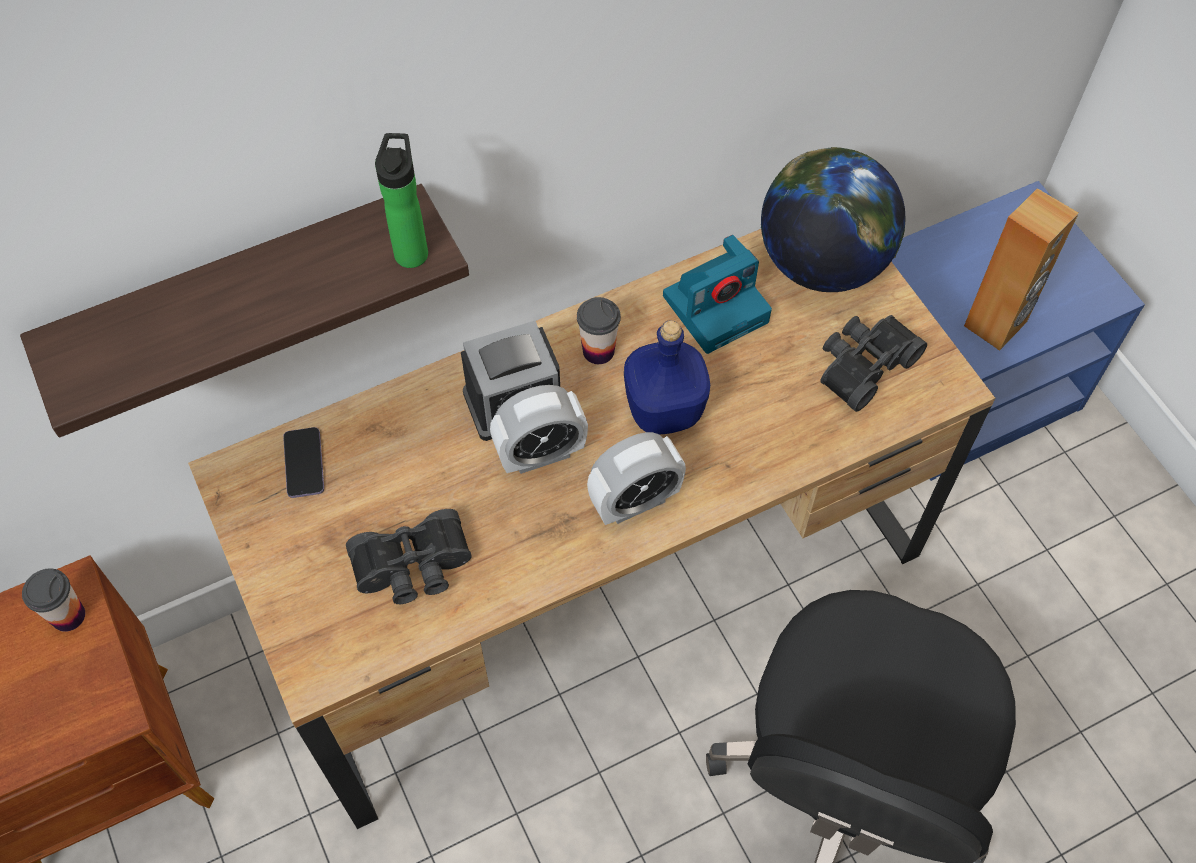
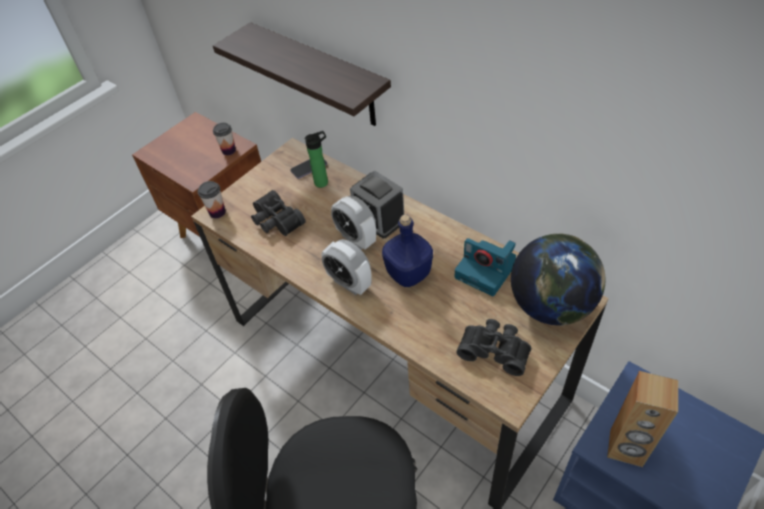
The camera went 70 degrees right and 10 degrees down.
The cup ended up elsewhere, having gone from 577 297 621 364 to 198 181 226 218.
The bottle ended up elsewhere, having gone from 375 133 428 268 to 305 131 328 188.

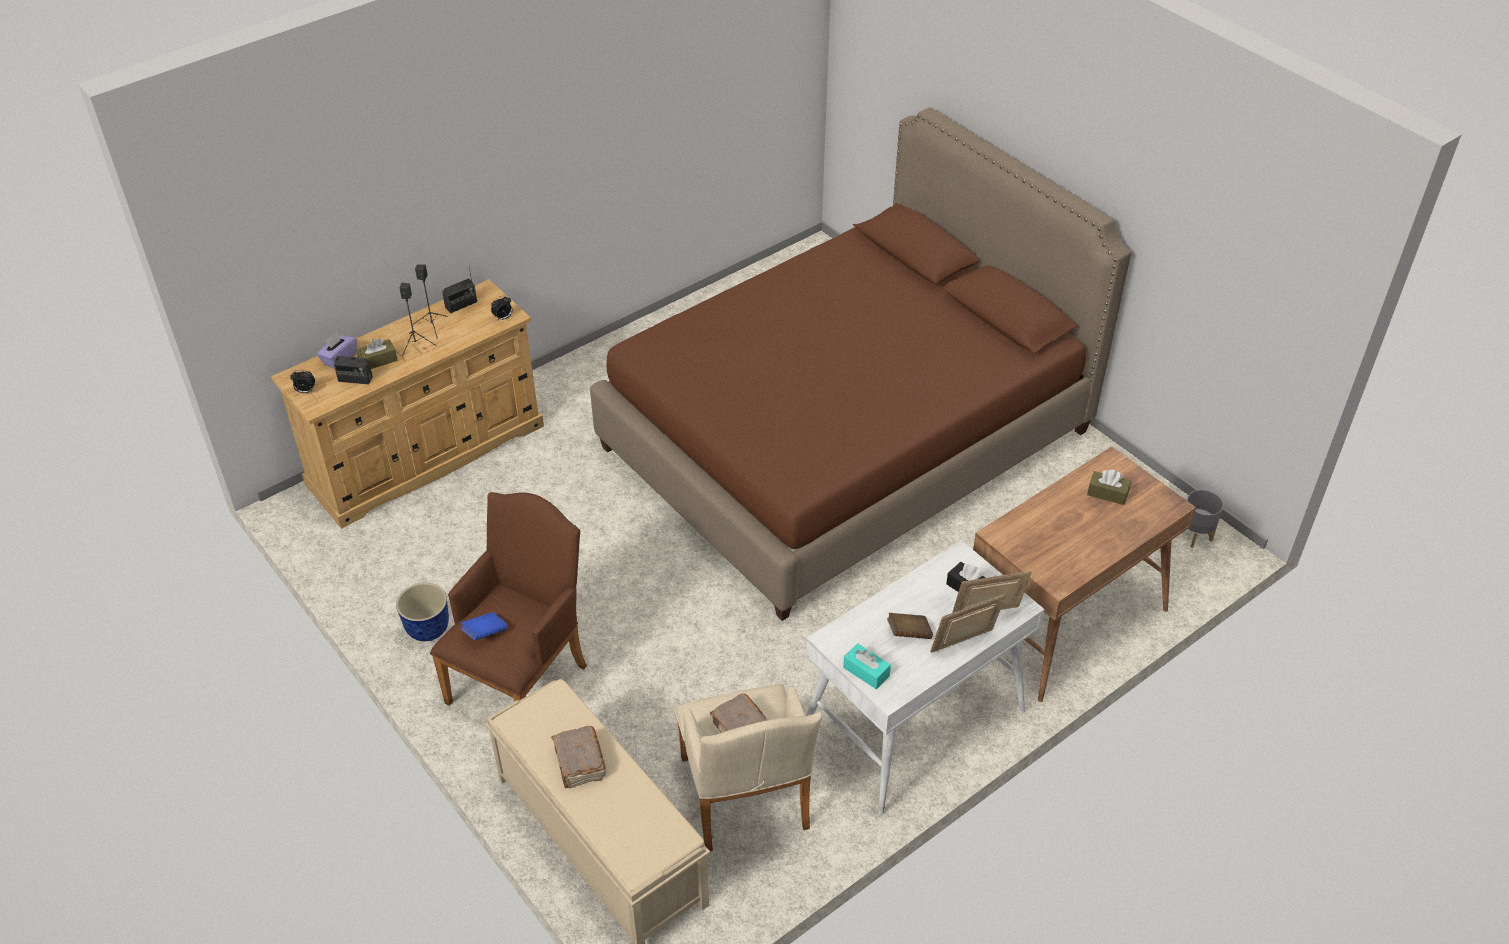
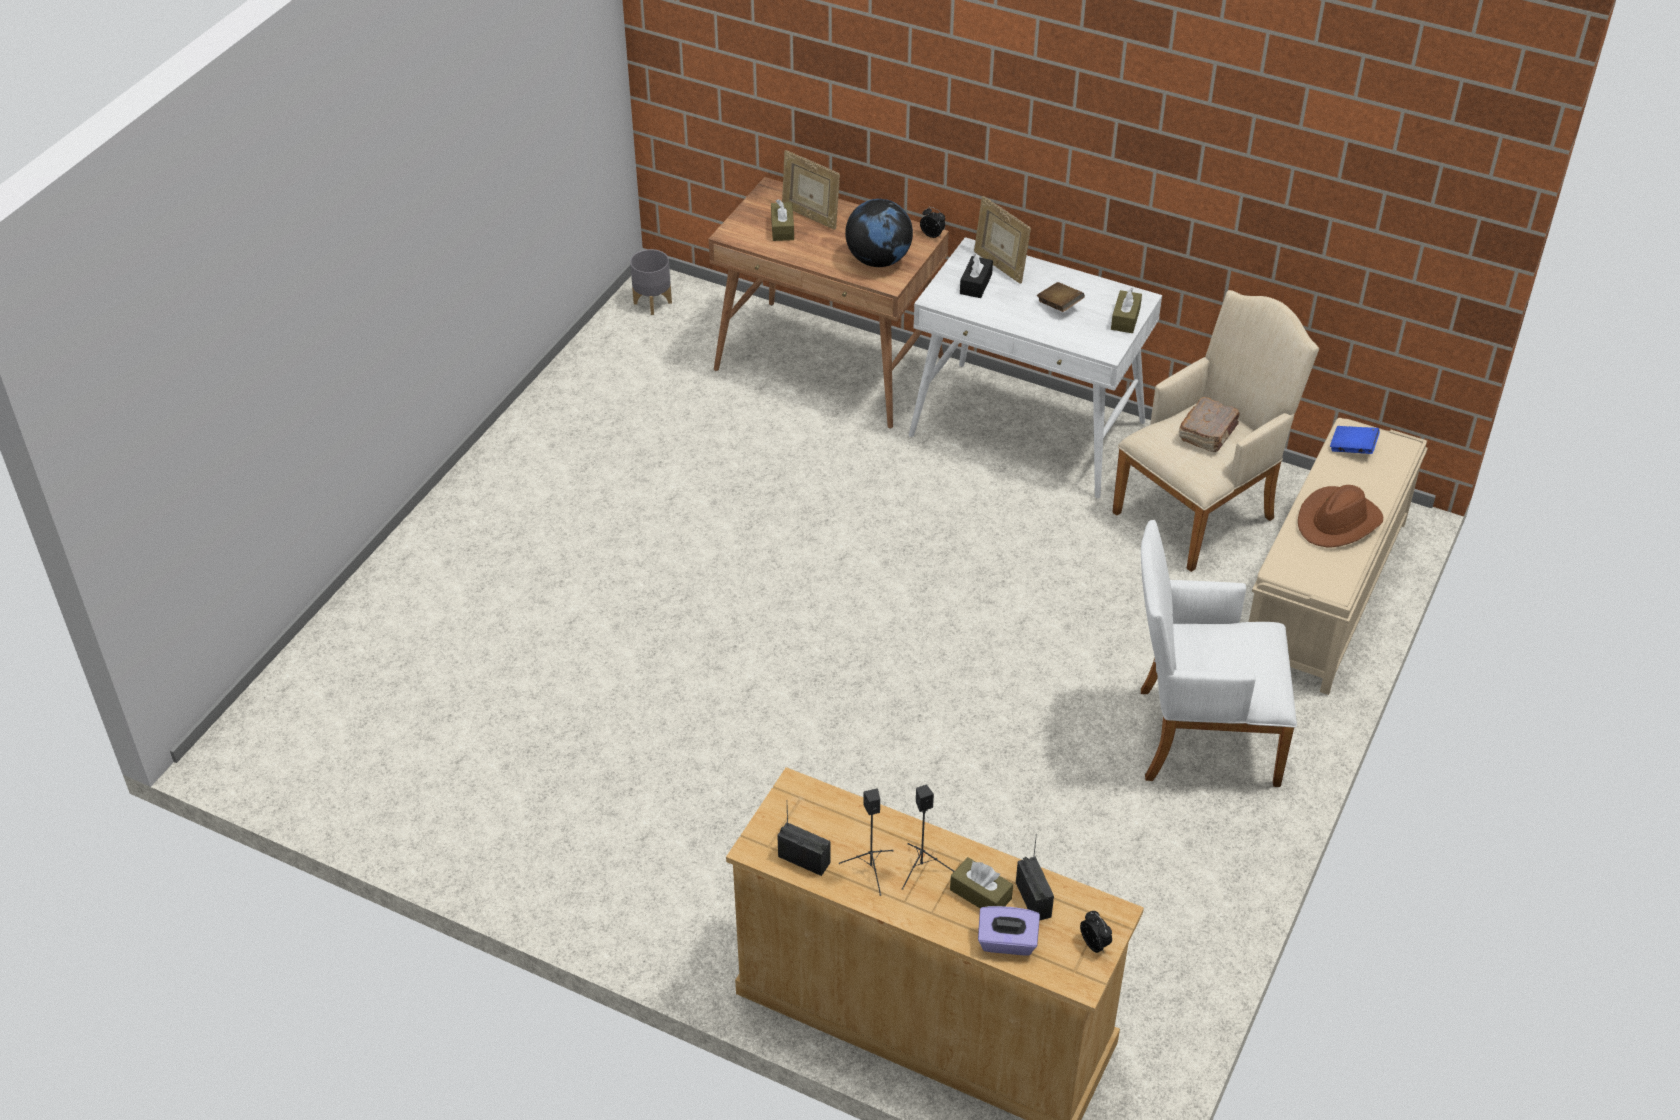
The camera went 115 degrees left and 0 degrees up.
The picture frame ended up elsewhere, having gone from 930 594 1006 653 to 782 150 840 230.
The second view gained the globe at 845 199 913 267.
The alarm clock ended up elsewhere, having gone from 491 296 513 320 to 920 207 945 238.
What was the tissue box (turquoise) at 843 643 891 689 turned into the tissue box (brown) at 1111 288 1142 333.
What was the armchair (brown) at 430 492 587 706 turned into the armchair (white) at 1141 520 1297 787.
Where the book (brown) stood at 551 726 607 788, the hat (brown) came to stand at 1298 485 1383 547.
The book (blue) ended up elsewhere, having gone from 461 612 508 640 to 1330 426 1380 454.
The second view lost the planter at 396 583 449 641.
The second view lost the bed (brown) at 590 107 1131 621.

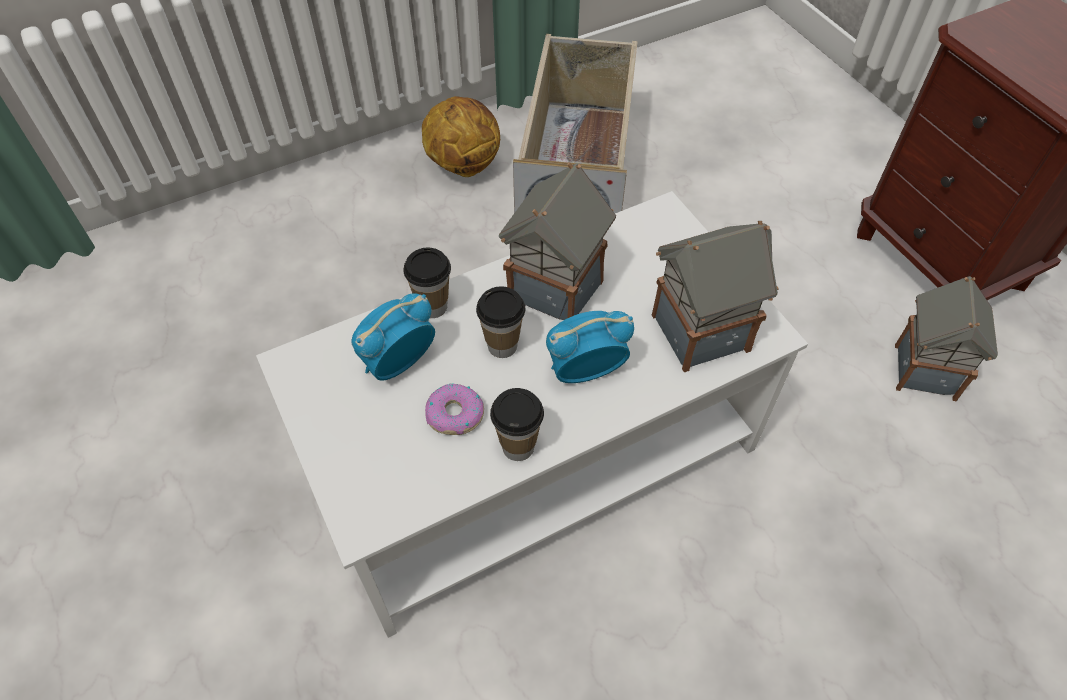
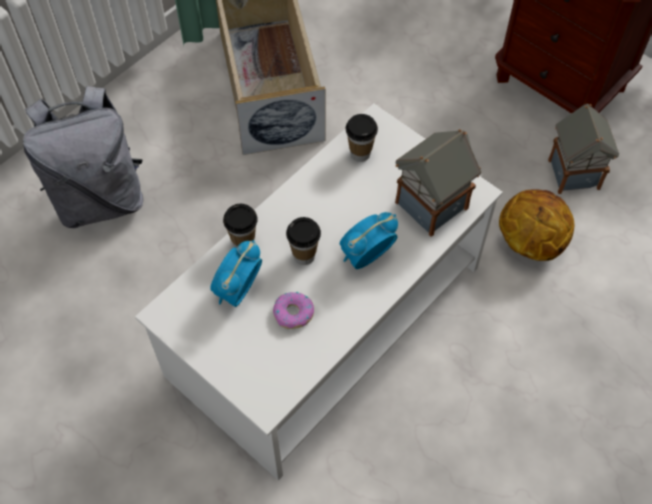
The camera went 20 degrees left and 5 degrees up.
The second view gained the backpack (grey) at 23 86 143 228.
The cup ended up elsewhere, having gone from 490 388 544 461 to 346 114 378 162.
The basketball ended up elsewhere, having gone from 422 96 500 177 to 499 189 574 261.
The second view lost the toy house at 499 162 616 320.

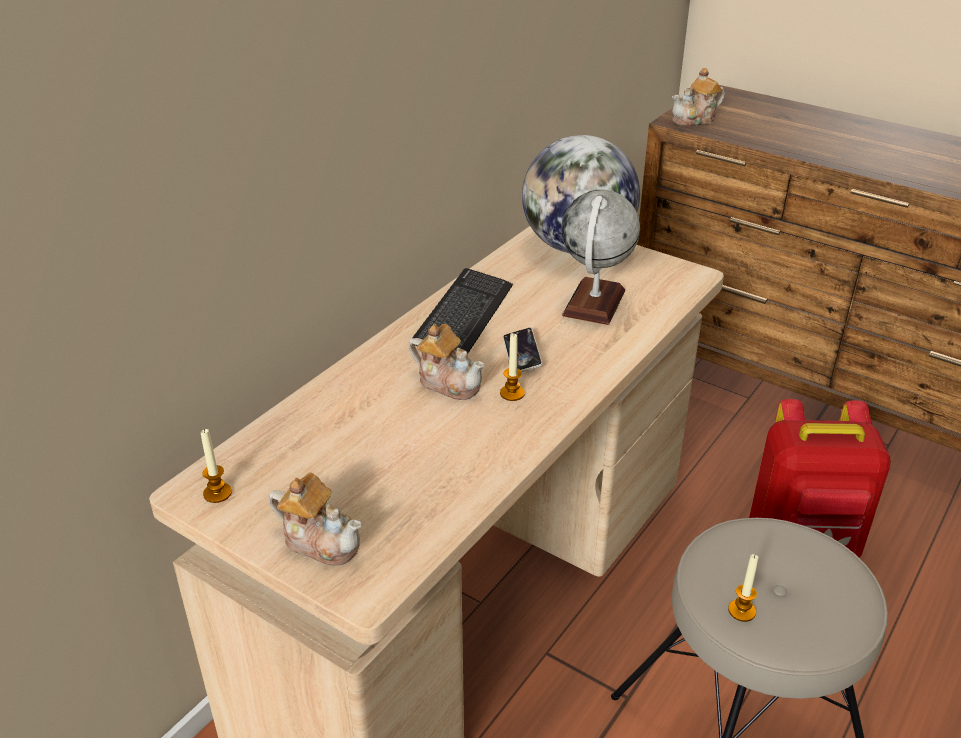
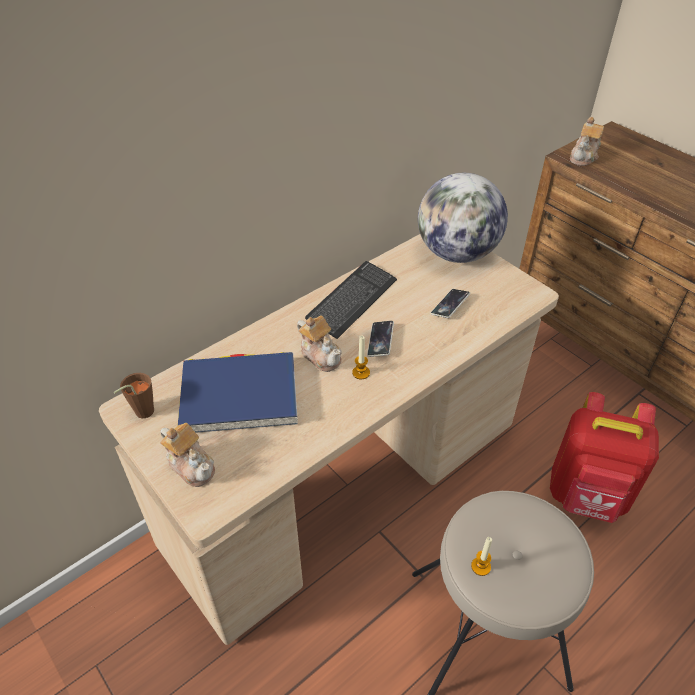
The camera went 15 degrees right and 10 degrees up.
Where the candle stood at 201 429 232 503, the cup (brown) came to stand at 113 373 154 418.
The second view gained the book (blue) at 178 352 298 433.
Where the globe stood at 562 189 640 325, the phone came to stand at 431 289 470 318.
The teapot at 672 68 725 126 ended up facing another way, 45 degrees counterclockwise from before.

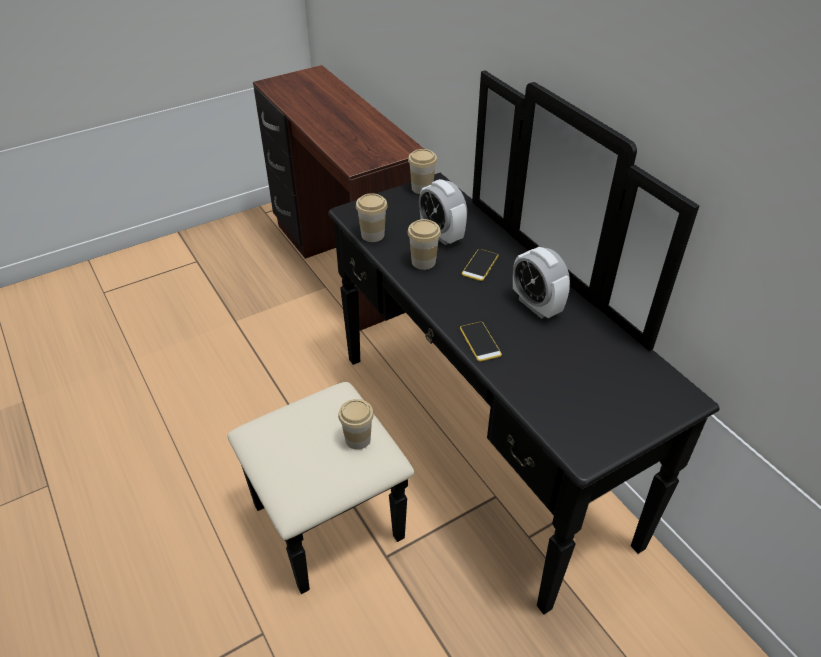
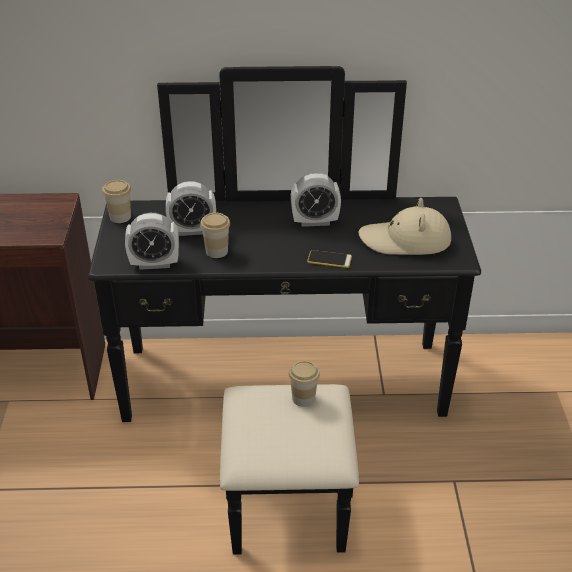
The camera went 60 degrees left and 5 degrees down.
Where the cup stood at 356 193 388 242, the alarm clock came to stand at 125 213 179 270.
The second view gained the hat (beige) at 358 198 451 255.
The second view lost the phone at 462 249 499 281.

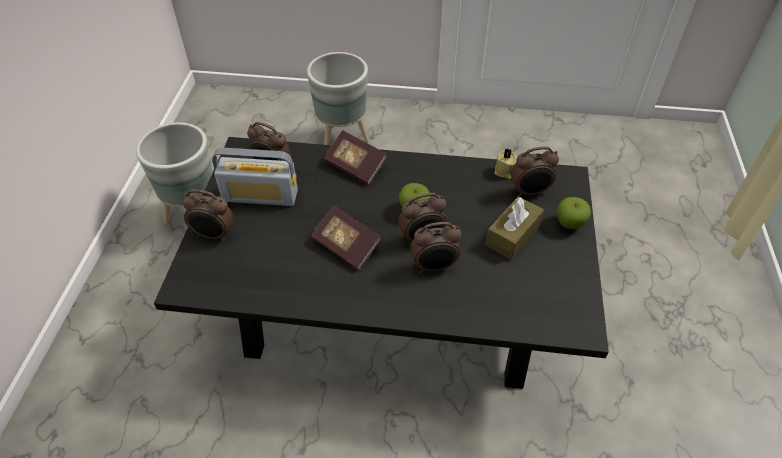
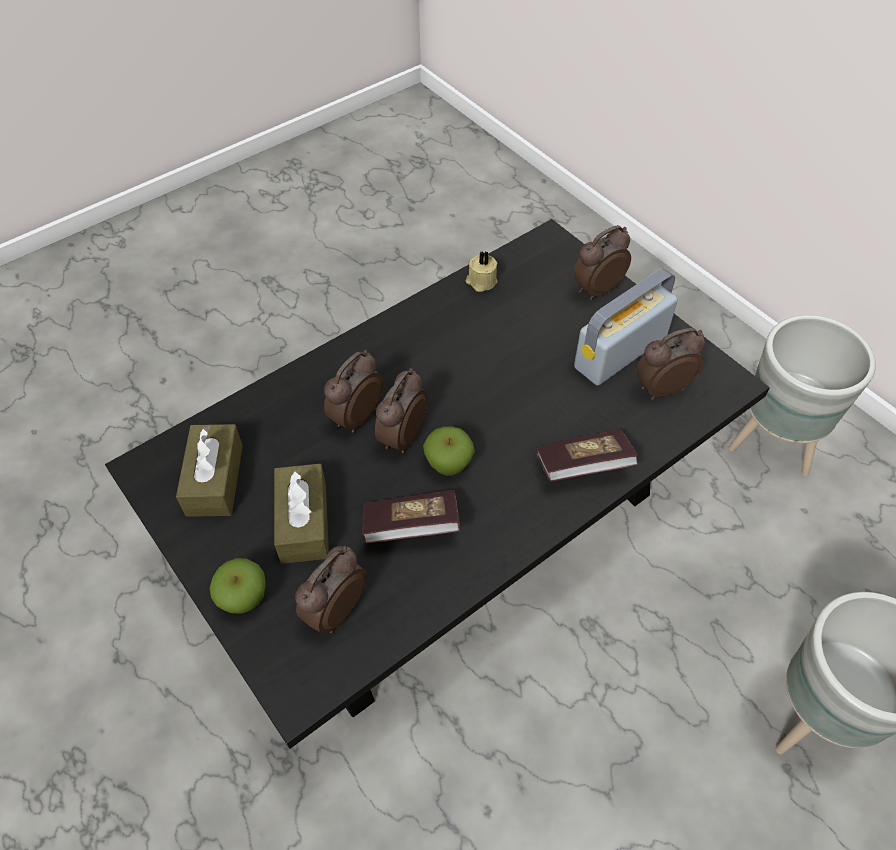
The camera went 135 degrees right and 5 degrees up.
The second view gained the tissue box (brown) at 176 424 243 517.
The book ended up elsewhere, having gone from 311 205 381 270 to 362 490 461 544.
The candle (beige) ended up elsewhere, having gone from 494 149 517 179 to 466 251 498 292.

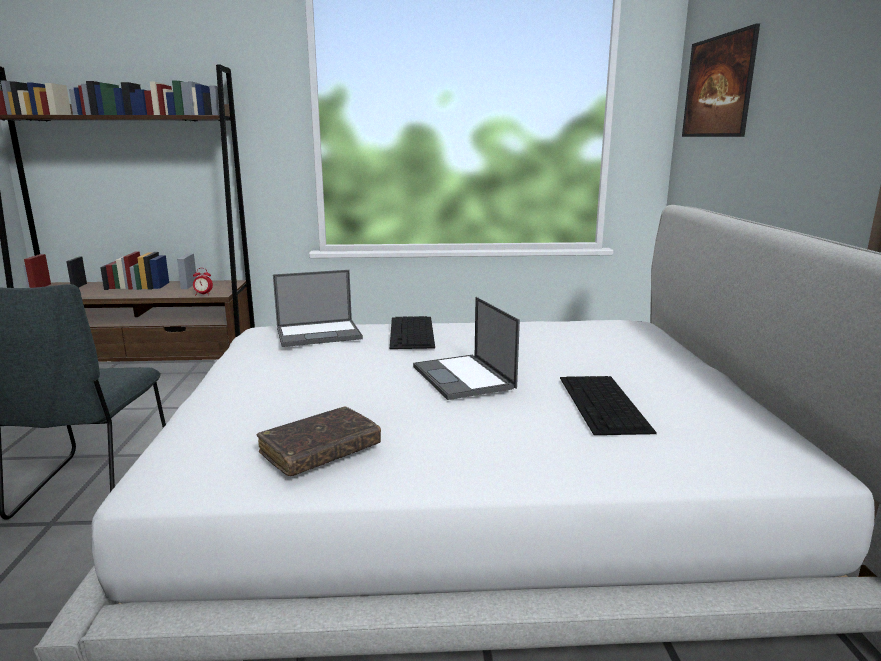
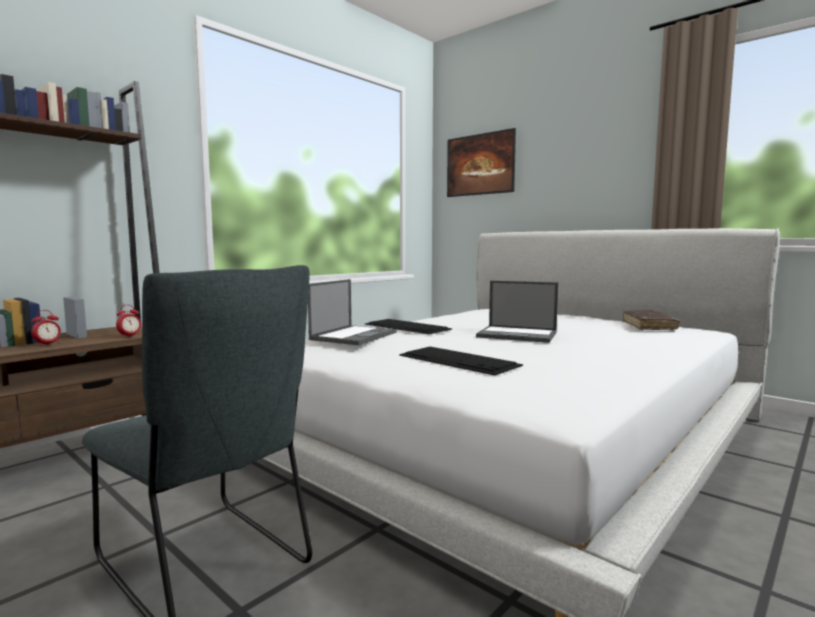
The camera went 45 degrees left and 10 degrees down.
The second view gained the alarm clock at 31 310 61 345.
The keyboard ended up elsewhere, having gone from 560 376 657 435 to 399 347 523 375.
The book (brown) ended up elsewhere, having gone from 257 407 381 476 to 622 310 680 330.

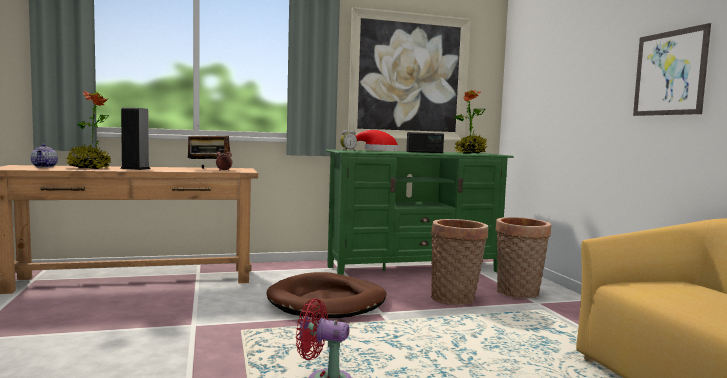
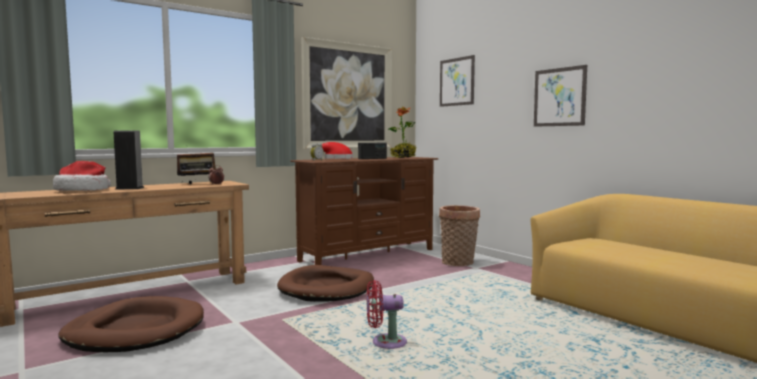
The camera went 20 degrees left and 0 degrees up.
Where the potted plant stood at 64 90 111 169, the hat came to stand at 53 161 111 191.
The second view gained the dog bed (brown) at 58 296 204 352.
What was the tv stand (green) at 325 149 514 275 turned into the tv stand (brown) at 290 157 438 265.
The second view gained the picture at 440 55 475 107.
The second view lost the teapot at 31 144 58 168.
The second view lost the basket at 431 219 488 305.

